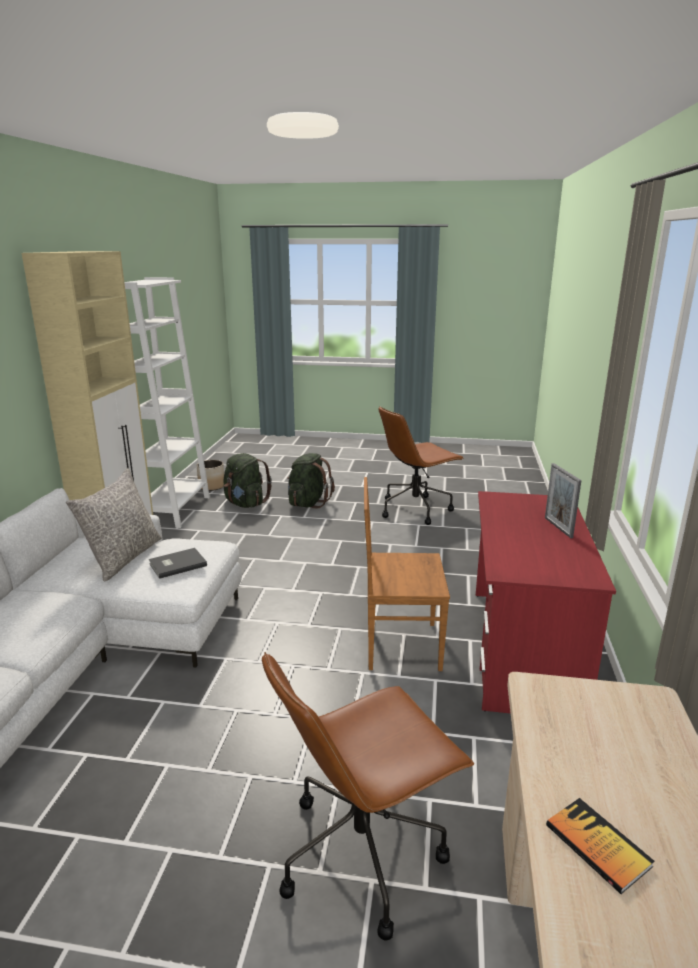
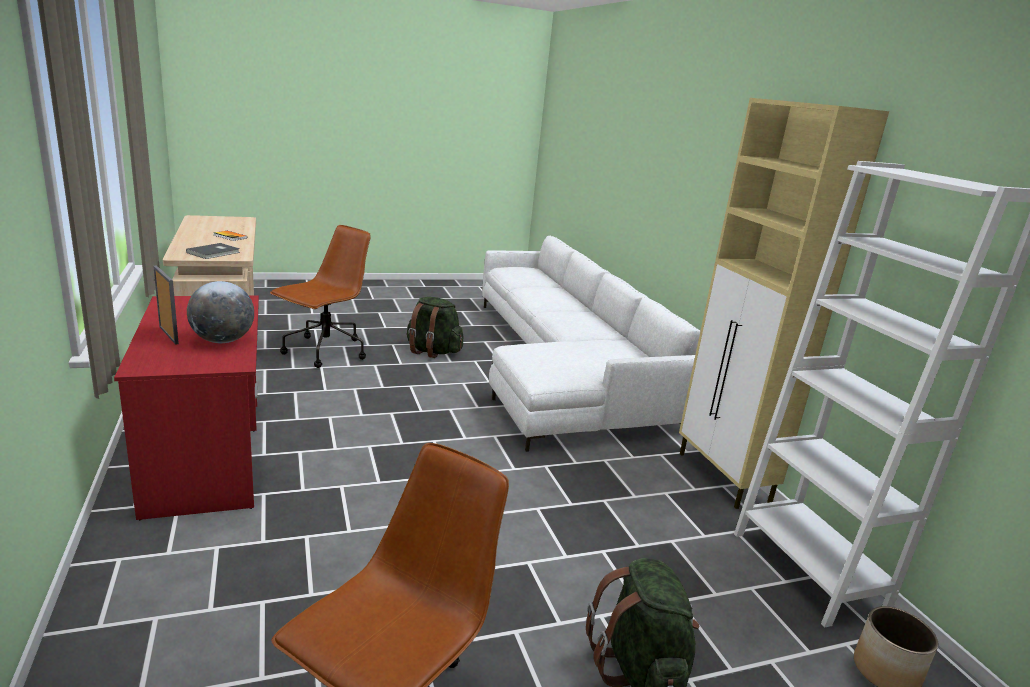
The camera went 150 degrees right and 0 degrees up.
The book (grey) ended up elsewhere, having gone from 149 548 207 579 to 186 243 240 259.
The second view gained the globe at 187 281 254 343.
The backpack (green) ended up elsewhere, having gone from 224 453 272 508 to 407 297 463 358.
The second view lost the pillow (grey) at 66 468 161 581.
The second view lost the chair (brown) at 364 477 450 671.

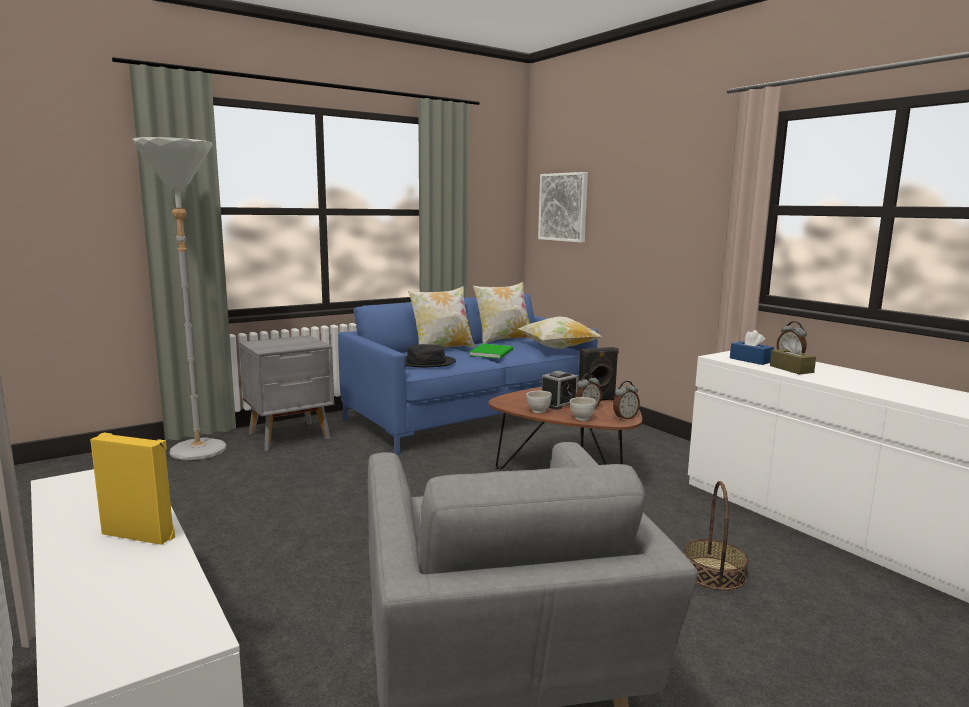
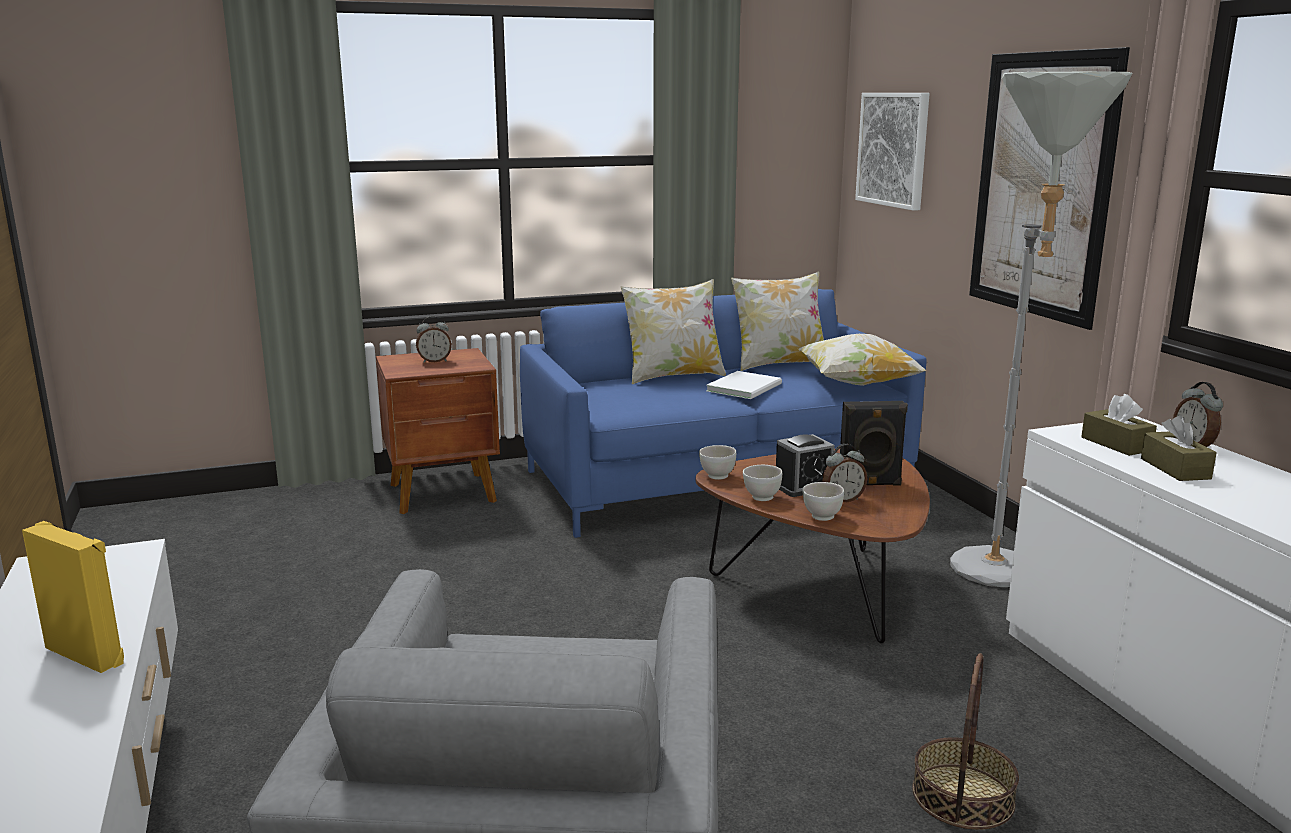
The camera went 15 degrees right and 5 degrees up.
What was the nightstand (grey) at 239 335 334 451 turned into the nightstand (brown) at 376 348 500 514.
The alarm clock ended up elsewhere, having gone from 613 381 640 420 to 416 316 452 363.
The second view gained the bowl (white) at 699 445 736 480.
What was the book (green) at 469 344 513 359 turned into the book (white) at 707 371 782 399.
The floor lamp (grey) ended up elsewhere, having gone from 132 137 227 460 to 950 71 1133 587.
The second view gained the picture at 969 47 1130 330.
What was the tissue box (blue) at 730 330 774 365 turned into the tissue box (brown) at 1081 394 1157 456.
The second view lost the hat (black) at 405 344 456 367.

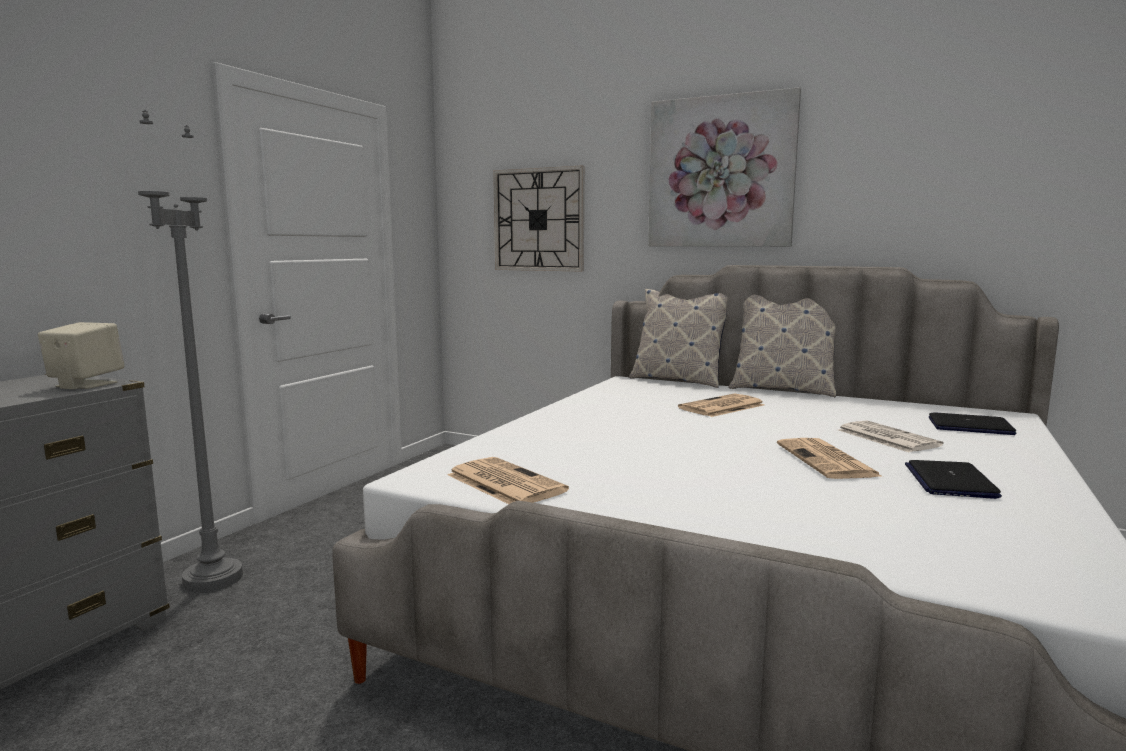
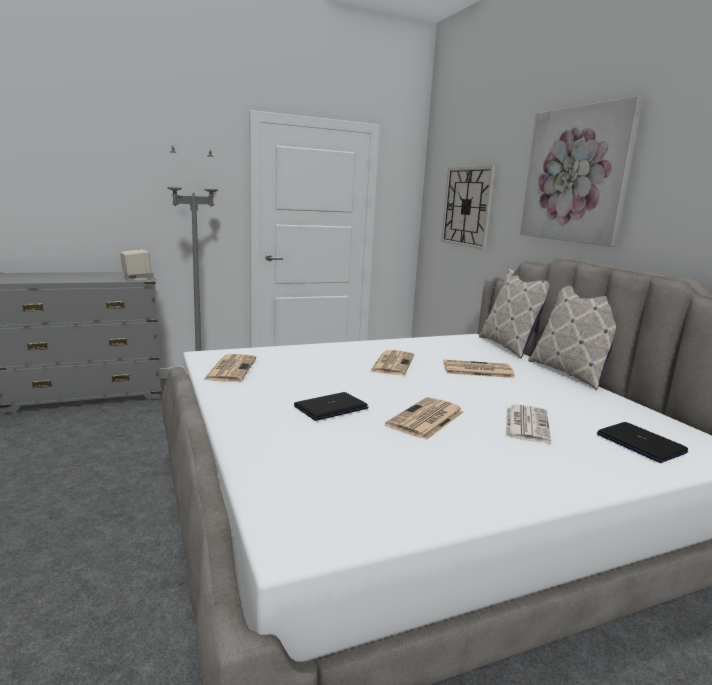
The camera went 40 degrees right and 5 degrees up.
The laptop ended up elsewhere, having gone from 905 460 1002 499 to 294 392 369 421.
The second view gained the newspaper at 370 350 414 375.

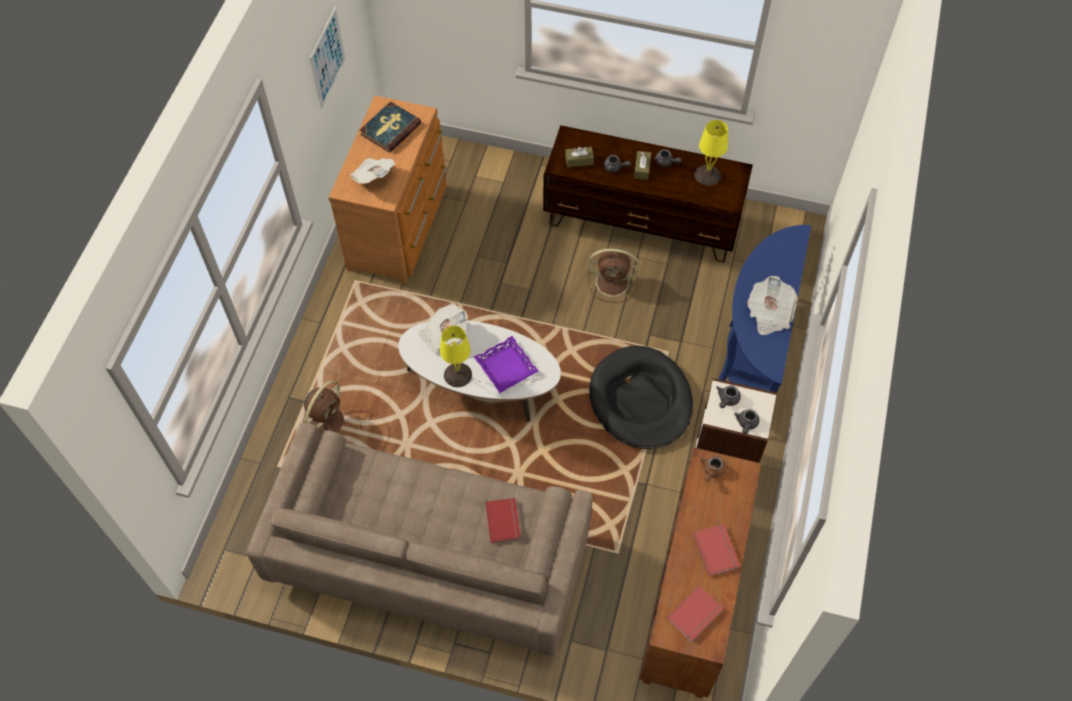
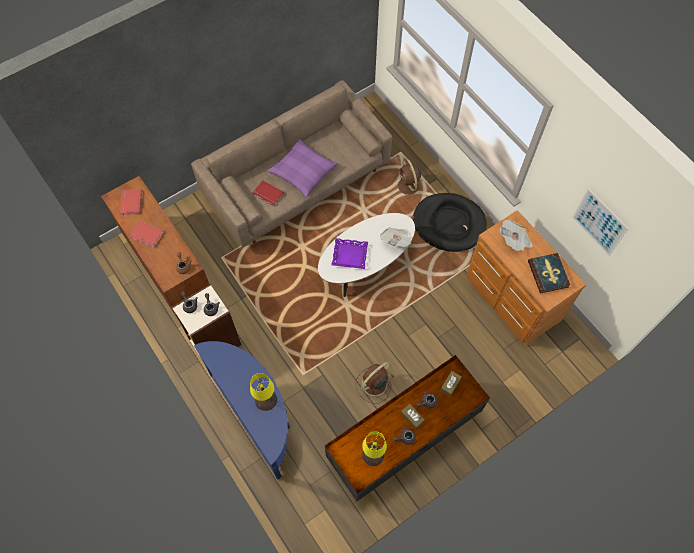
The camera went 130 degrees right and 5 degrees up.
The table lamp (yellow) ended up elsewhere, having gone from 440 326 472 387 to 250 373 277 411.
The second view gained the pillow (purple) at 267 139 338 197.
The dog bed (black) ended up elsewhere, having gone from 589 346 693 449 to 413 193 486 252.
The second view lost the newspaper at 747 276 798 335.

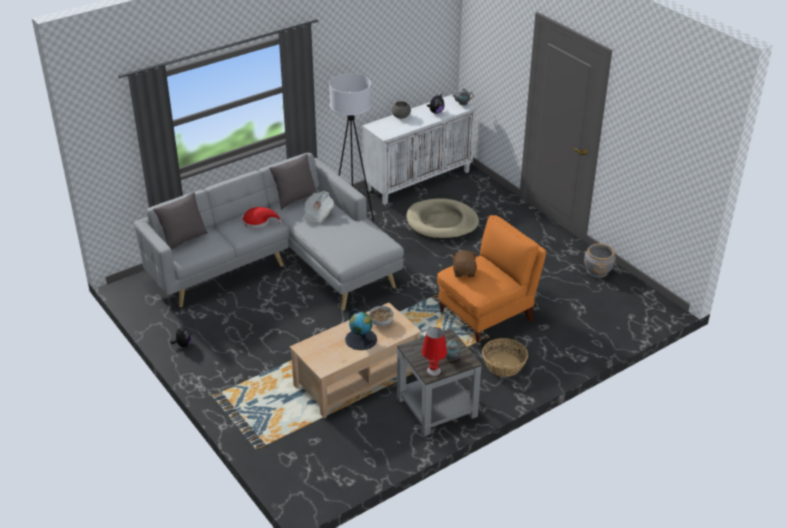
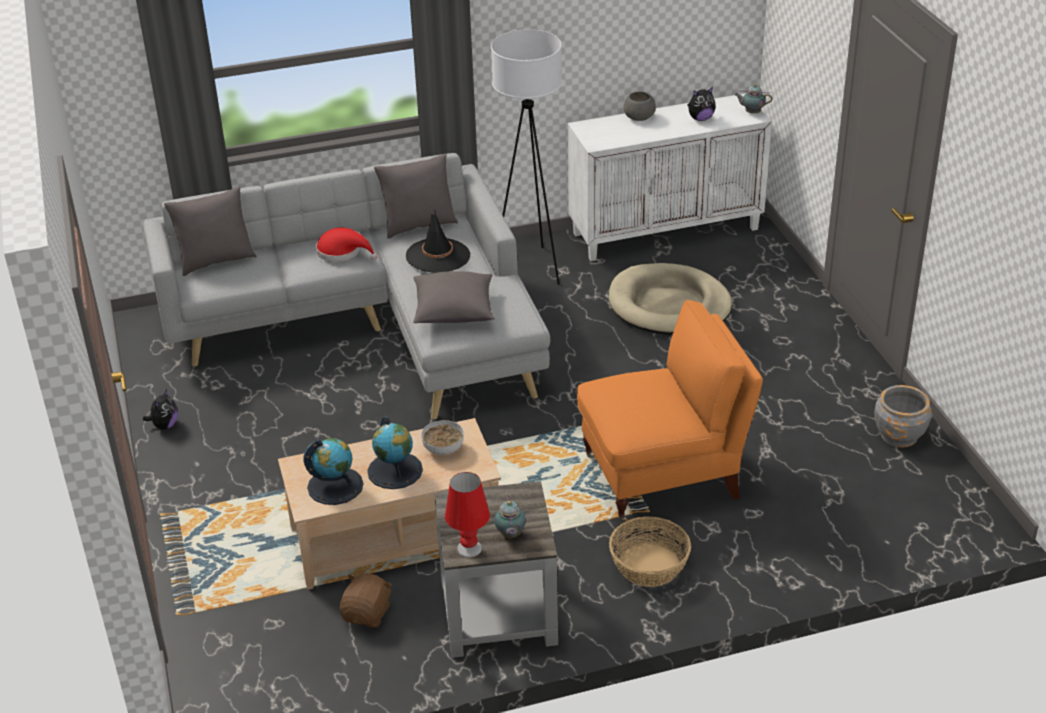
The camera went 20 degrees right and 0 degrees up.
The second view gained the globe at 303 438 364 505.
The plush toy (brown) ended up elsewhere, having gone from 452 250 477 277 to 340 574 392 628.
Where the newspaper stood at 302 191 334 223, the hat (black) came to stand at 406 209 470 273.
The second view gained the pillow (grey) at 413 271 495 323.

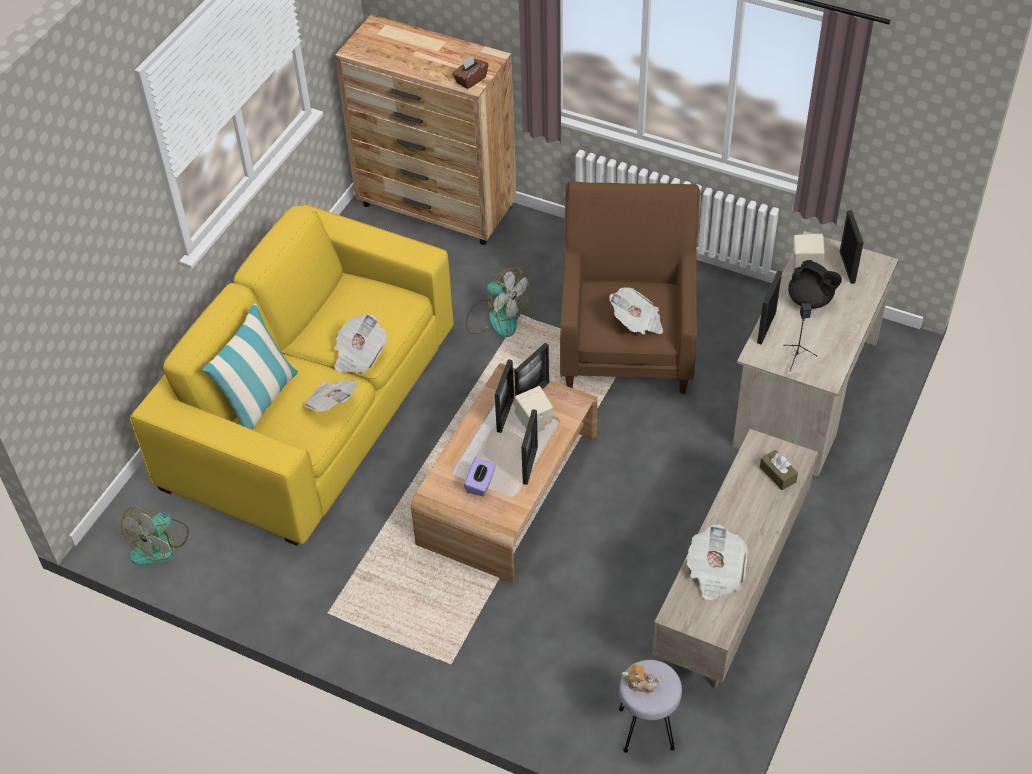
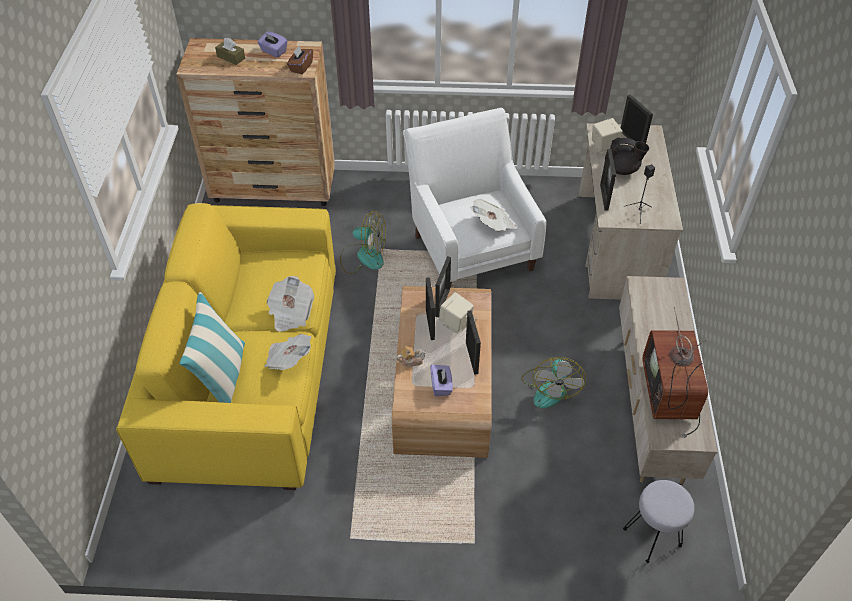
The camera went 25 degrees left and 0 degrees up.
The tissue box (brown) ended up elsewhere, having gone from 760 450 798 490 to 215 38 245 65.
The second view gained the tissue box (purple) at 257 32 287 57.
The teapot ended up elsewhere, having gone from 621 664 662 693 to 396 346 427 367.
What was the armchair (brown) at 560 181 700 394 turned into the armchair (white) at 403 108 547 288.
The fan ended up elsewhere, having gone from 121 507 189 565 to 521 357 586 408.
Where the newspaper stood at 686 525 749 600, the television came to stand at 643 307 708 438.

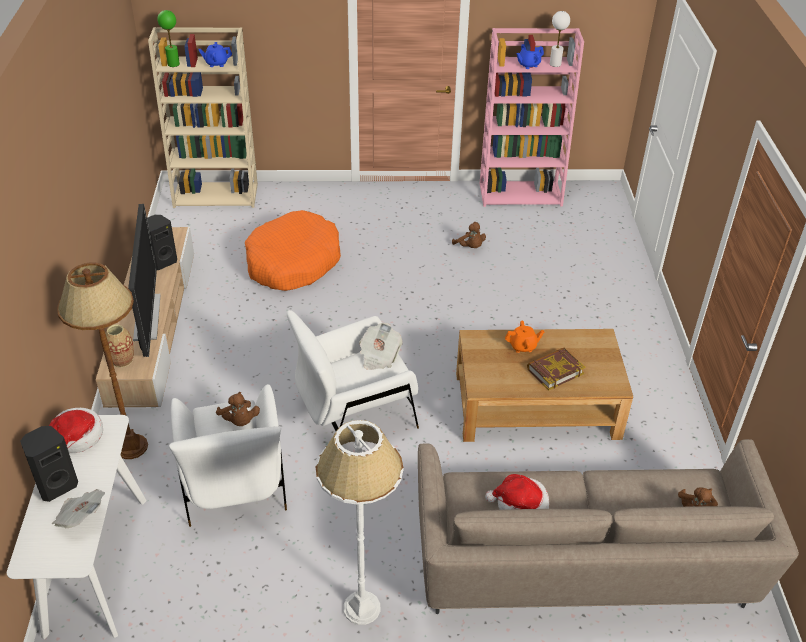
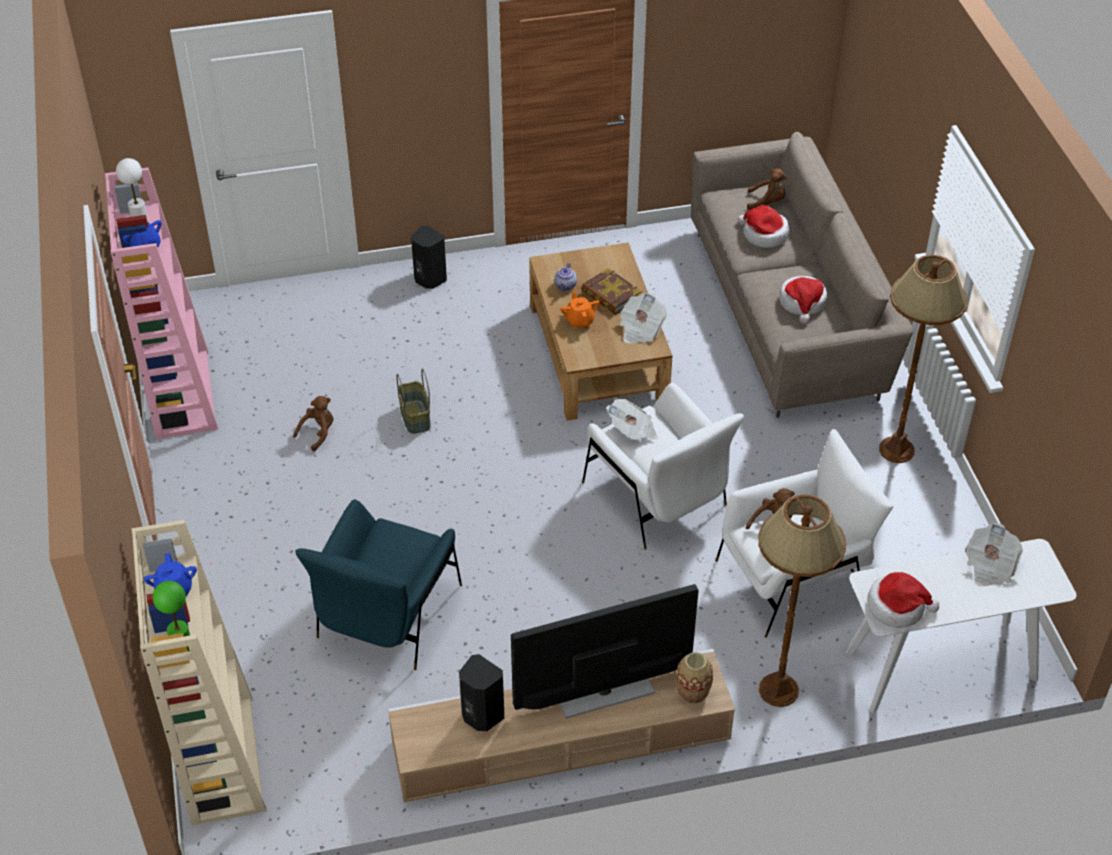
The camera went 100 degrees left and 5 degrees up.
Where the dog bed (orange) stood at 245 210 341 291, the armchair (blue) came to stand at 296 499 462 670.
The second view gained the basket at 396 368 431 434.
The speaker (black) ended up elsewhere, having gone from 20 426 78 502 to 411 226 447 289.
The second view gained the teapot at 554 263 577 292.
The second view gained the newspaper at 620 293 667 344.
The second view gained the hat at 738 205 789 248.
What was the floor lamp (white) at 315 420 403 625 turned into the floor lamp (brown) at 879 255 968 463.

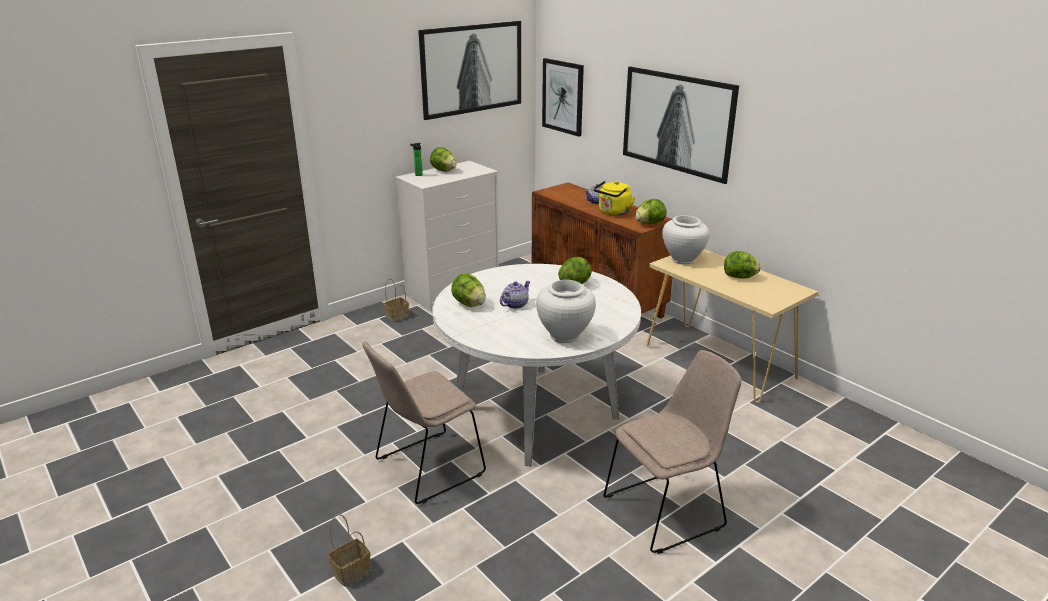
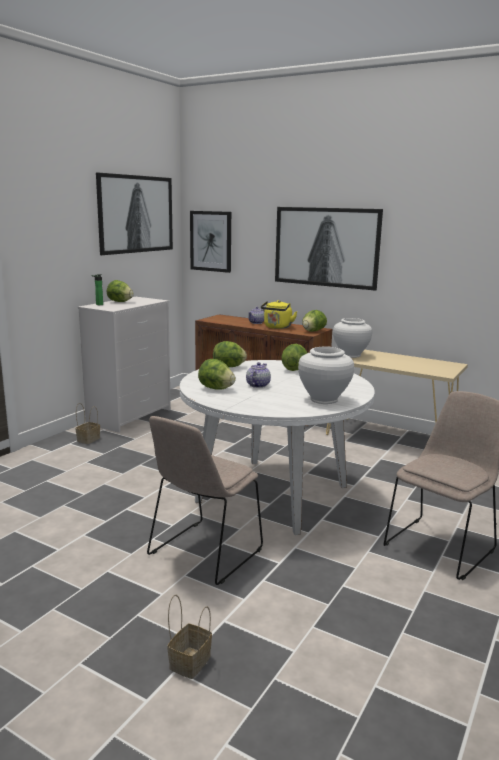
The camera went 20 degrees left and 10 degrees down.
The lettuce ended up elsewhere, having gone from 724 251 761 279 to 213 341 247 367.

